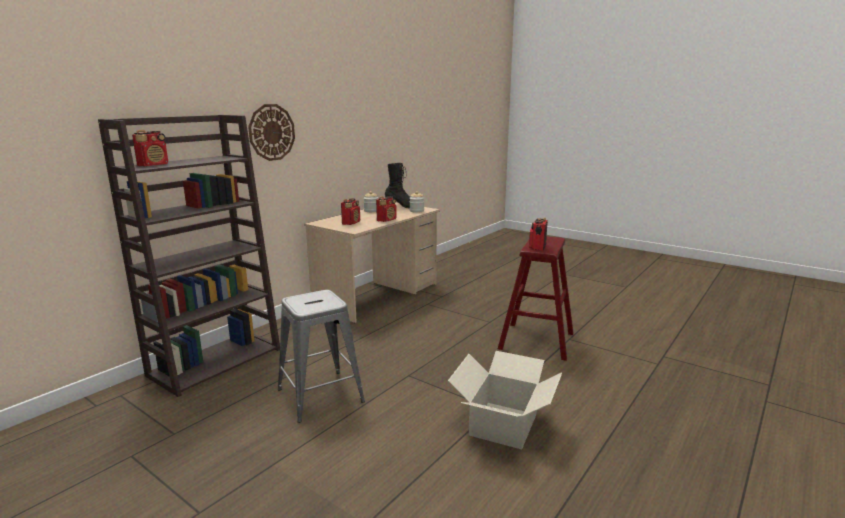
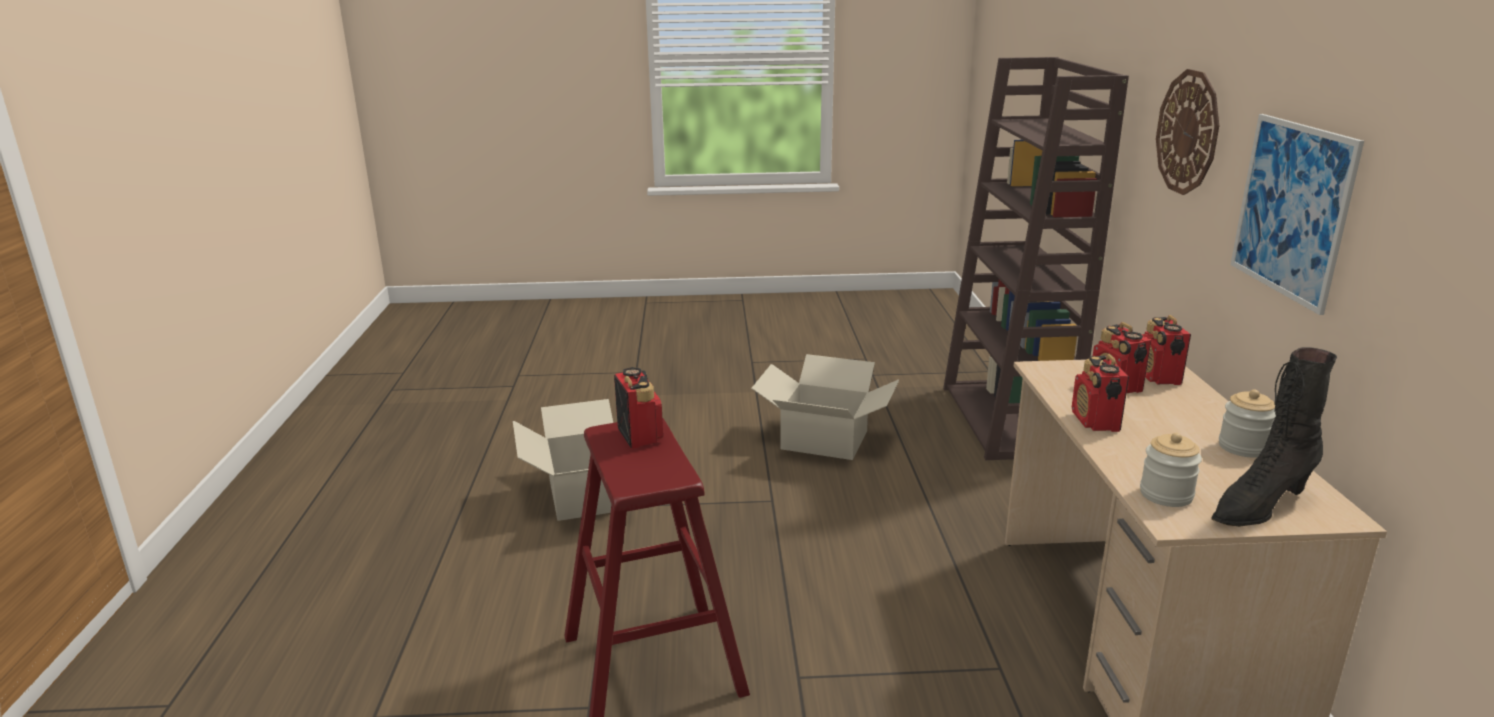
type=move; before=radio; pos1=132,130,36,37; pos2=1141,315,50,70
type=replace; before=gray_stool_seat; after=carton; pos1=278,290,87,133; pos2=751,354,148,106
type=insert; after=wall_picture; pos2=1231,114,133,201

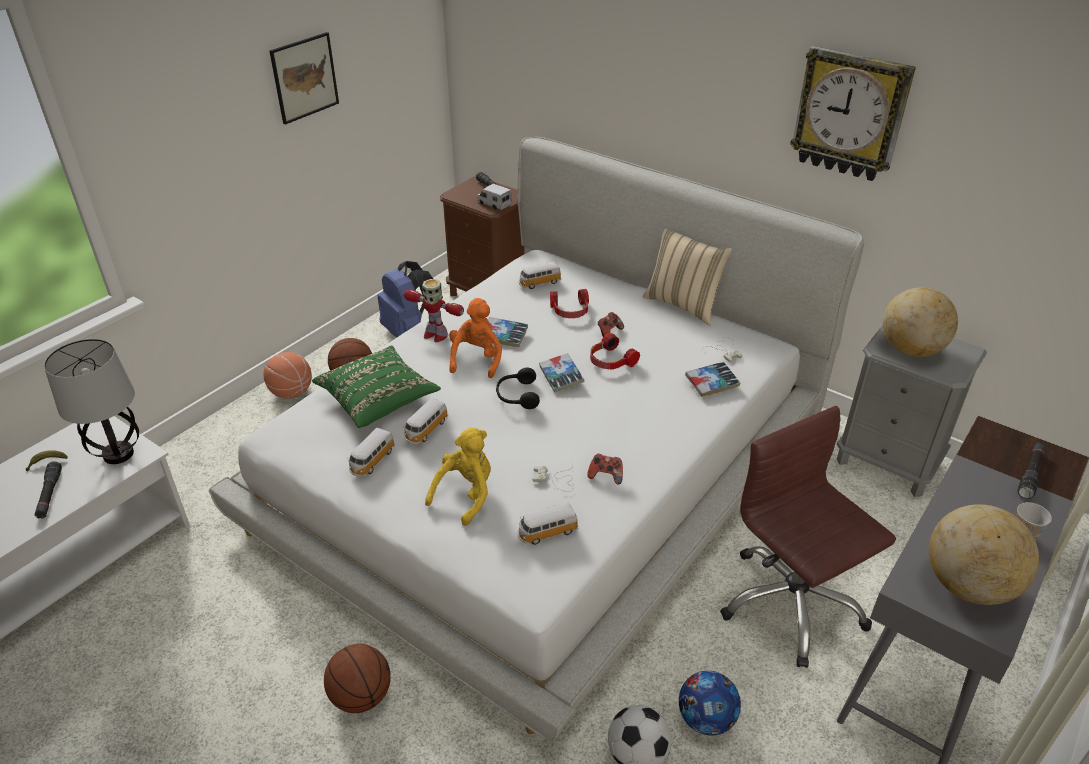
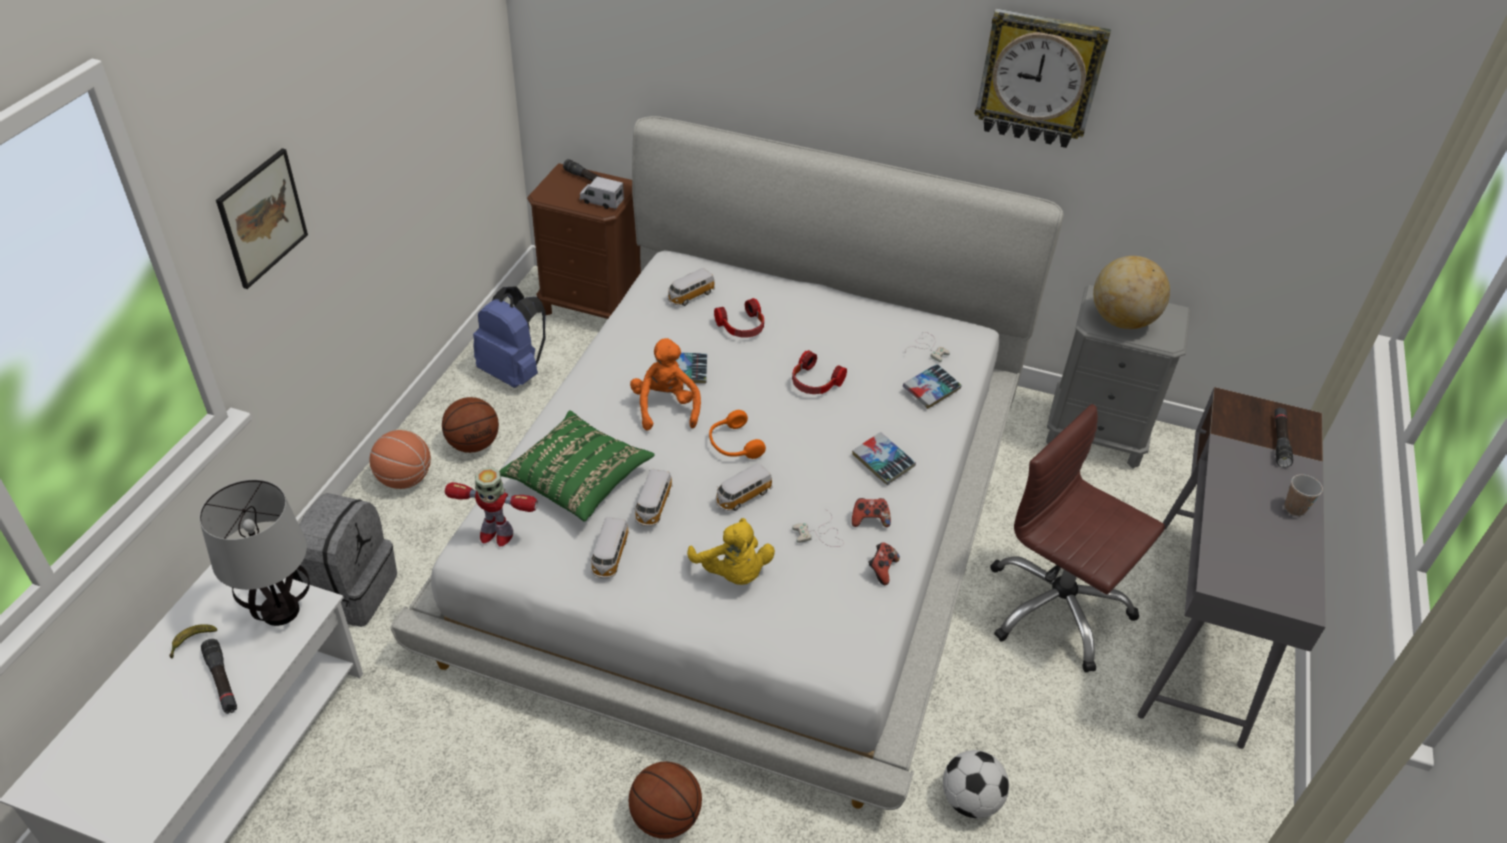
type=move; before=wall_picture; pos1=270,32,69,93; pos2=216,148,92,141
type=move; before=robot_figure; pos1=404,279,60,63; pos2=445,467,93,79
type=rotate; before=yellowish_cuddly_toy; pos1=425,428,66,98; pos2=687,518,88,67; turn=135
type=recolor; before=black_pair_of_headphones; after=orange-coloured_pair_of_headphones; pos1=496,368,44,41; pos2=709,410,57,49
type=move; before=miniature_car; pos1=517,502,61,43; pos2=715,463,57,48
type=move; before=book; pos1=539,353,45,39; pos2=852,432,64,53
type=move; before=joypad; pos1=597,312,27,25; pos2=868,542,32,43
type=delete; before=sand-coloured_cushion; pos1=643,229,89,97
type=delete; before=football_ball; pos1=679,671,62,65
type=delete; before=globe; pos1=929,504,110,101
type=insert; after=gray_backpack; pos2=293,493,104,134

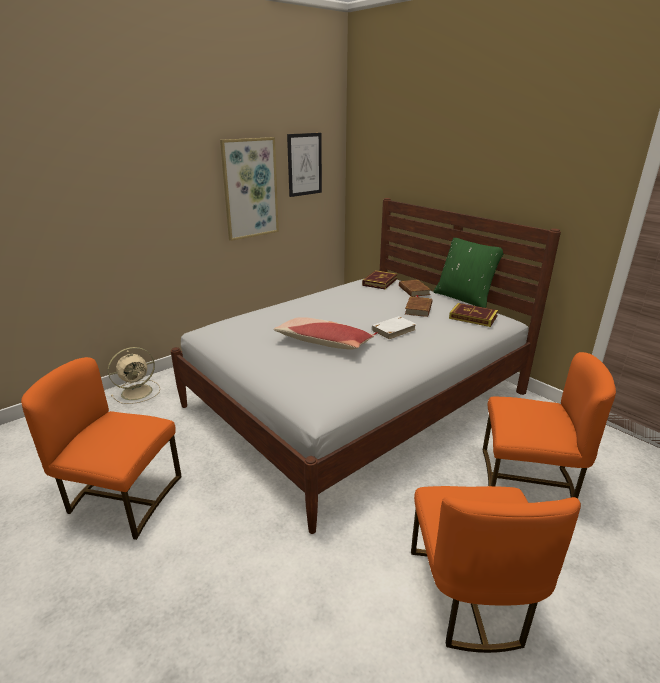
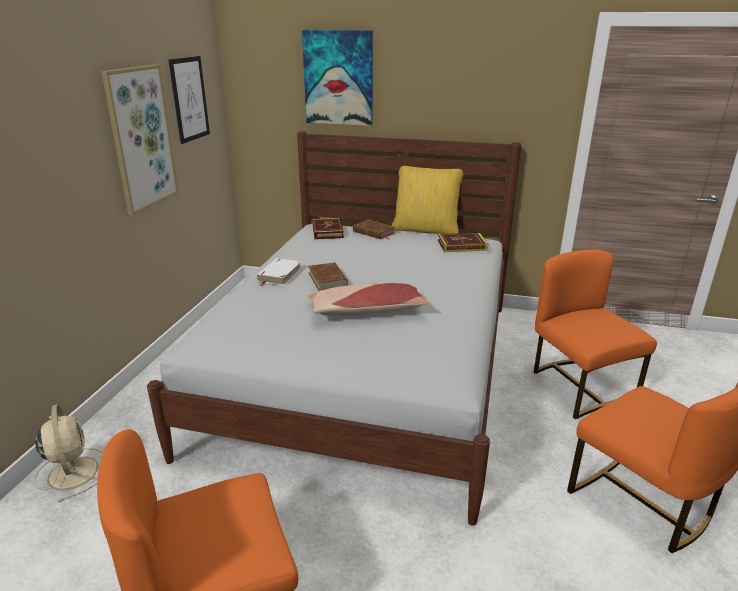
type=rotate; before=sand-coloured_fan; pos1=108,347,52,57; pos2=35,404,68,98; turn=-45
type=move; before=whitish_book; pos1=372,316,44,24; pos2=257,258,45,28
type=move; before=brown_book; pos1=405,296,27,21; pos2=308,262,40,28
type=recolor; before=green-coloured_cushion; after=yellowish_cushion; pos1=433,238,70,70; pos2=392,166,71,68
type=rotate; before=orange-coloured_upright_chair; pos1=483,352,133,147; pos2=534,250,123,169; turn=-90
type=insert; after=wall_picture; pos2=302,30,71,96

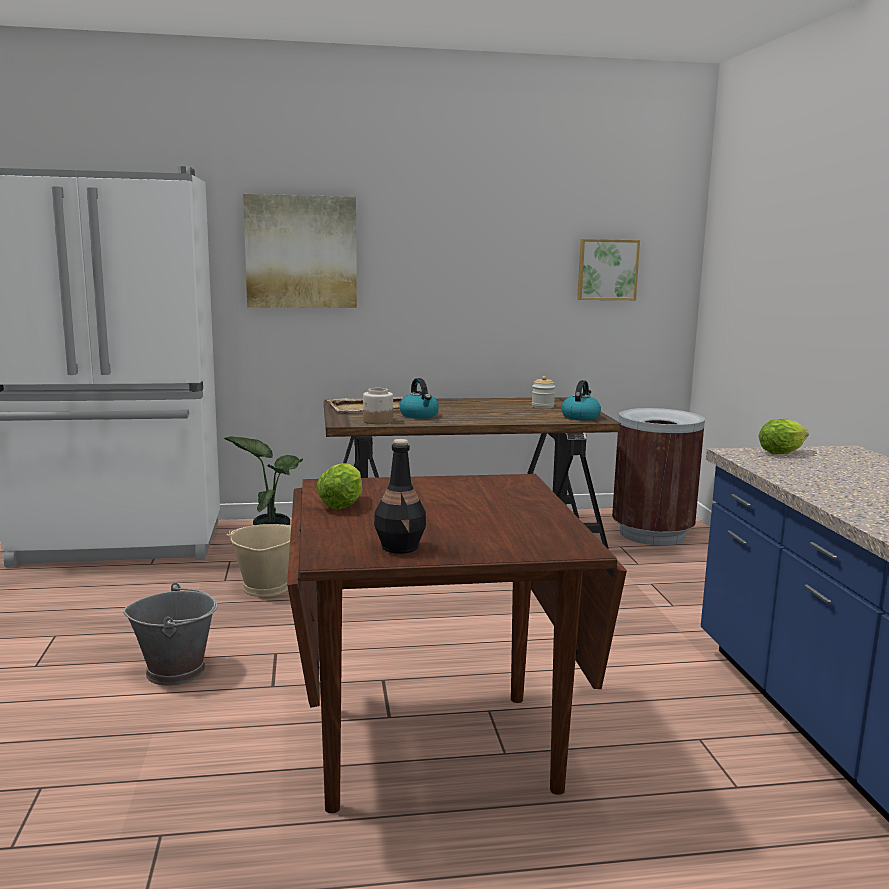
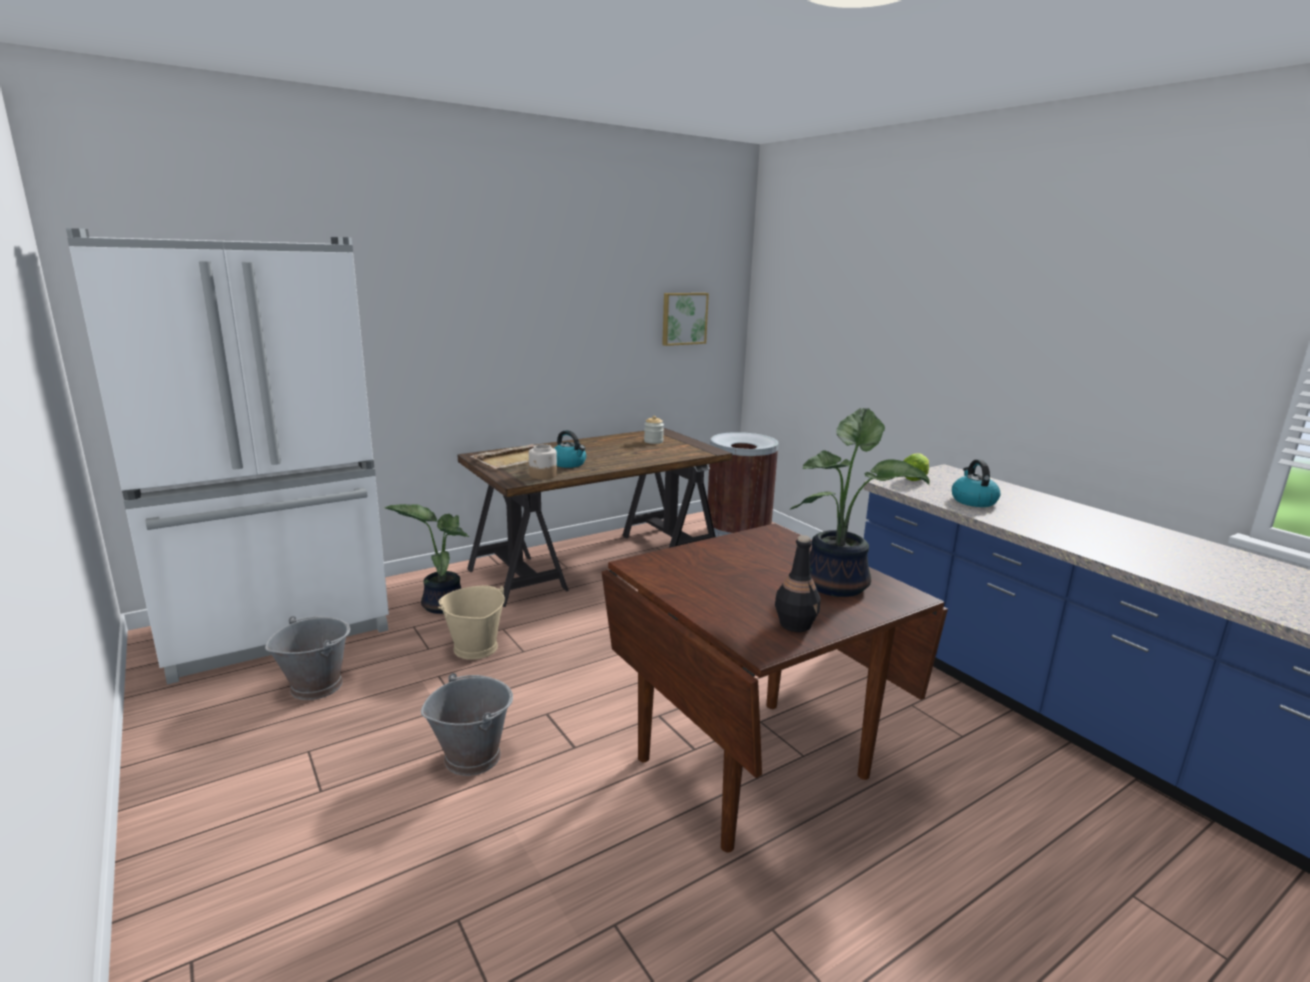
type=delete; before=wall_picture; pos1=243,194,114,114
type=delete; before=lettuce; pos1=316,463,46,46
type=move; before=tea_kettle; pos1=561,380,40,41; pos2=952,459,49,48
type=insert; after=gray_pail; pos2=265,616,85,84
type=insert; after=potted_plant; pos2=790,408,140,189

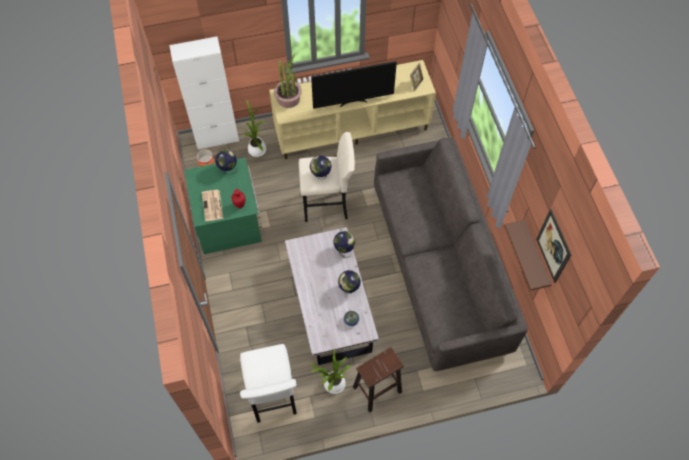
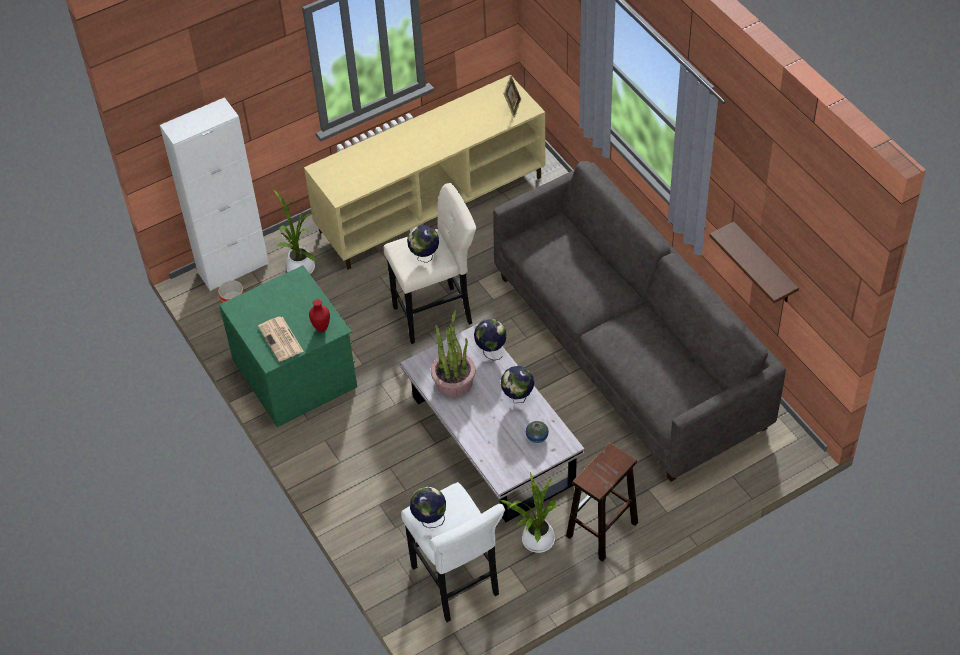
type=move; before=globe; pos1=215,150,22,25; pos2=410,486,36,42
type=move; before=potted_plant; pos1=274,54,28,54; pos2=431,310,45,87
type=delete; before=TV_set; pos1=311,61,86,48
type=delete; before=wall_picture; pos1=536,209,35,74

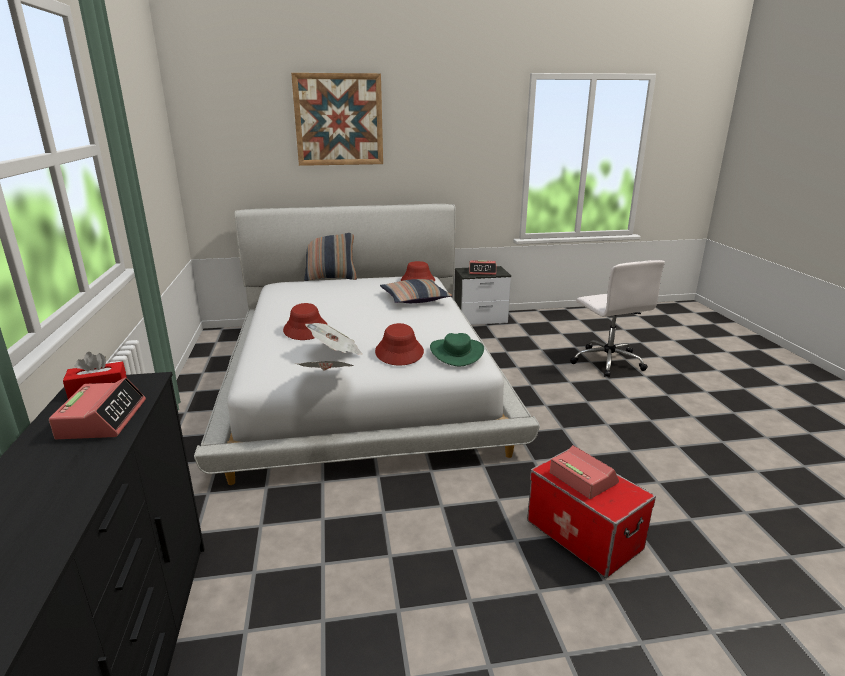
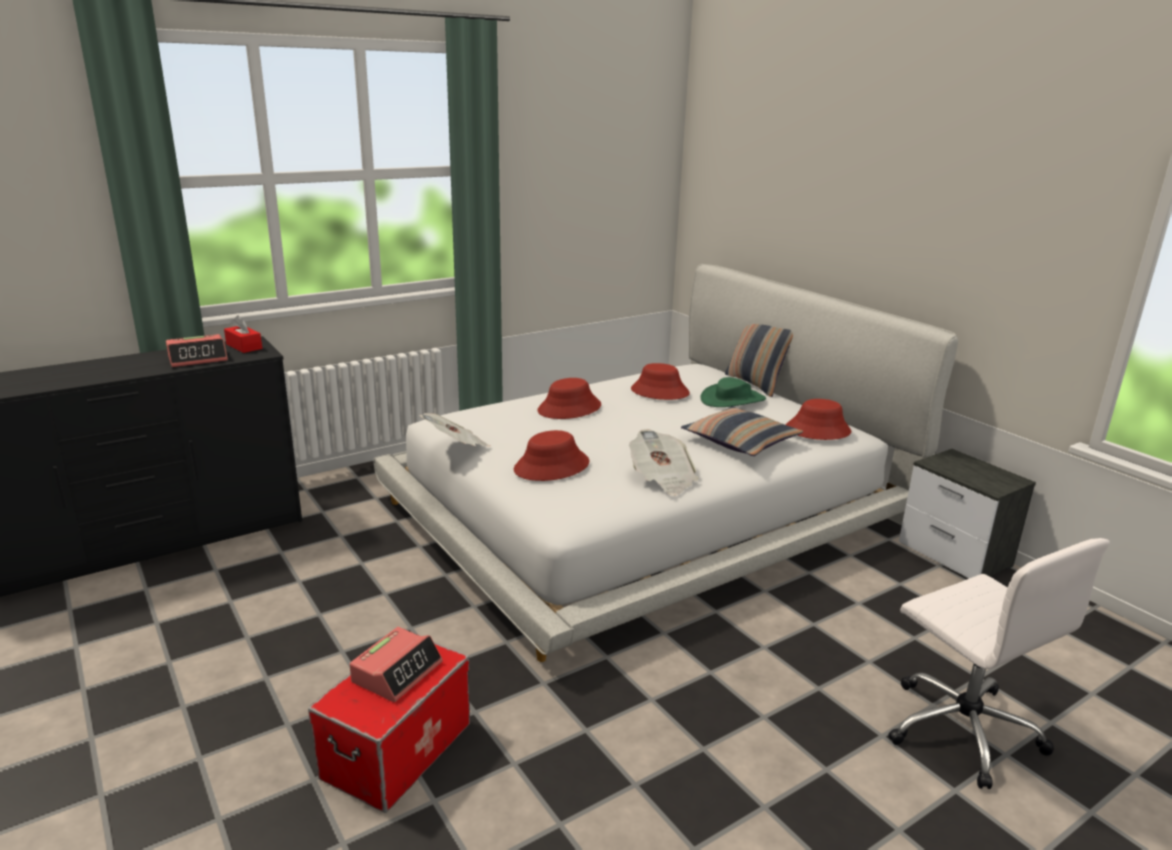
type=delete; before=wall_picture; pos1=291,73,92,93
type=move; before=daily_paper; pos1=305,323,57,32; pos2=629,429,70,67
type=move; before=green-coloured_wearable_hat; pos1=430,333,54,33; pos2=700,377,66,30
type=delete; before=table_clock; pos1=469,260,27,15
type=rotate; before=whitish_office_chair; pos1=570,260,95,117; pos2=888,538,222,251; turn=-75
type=insert; after=red-coloured_wearable_hat; pos2=631,363,59,37

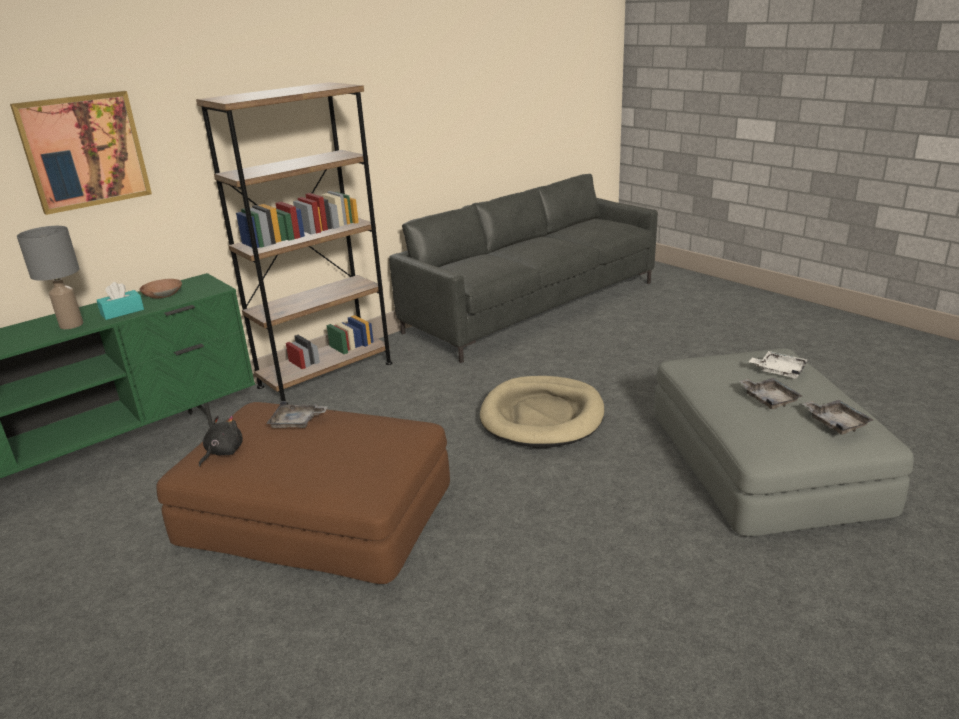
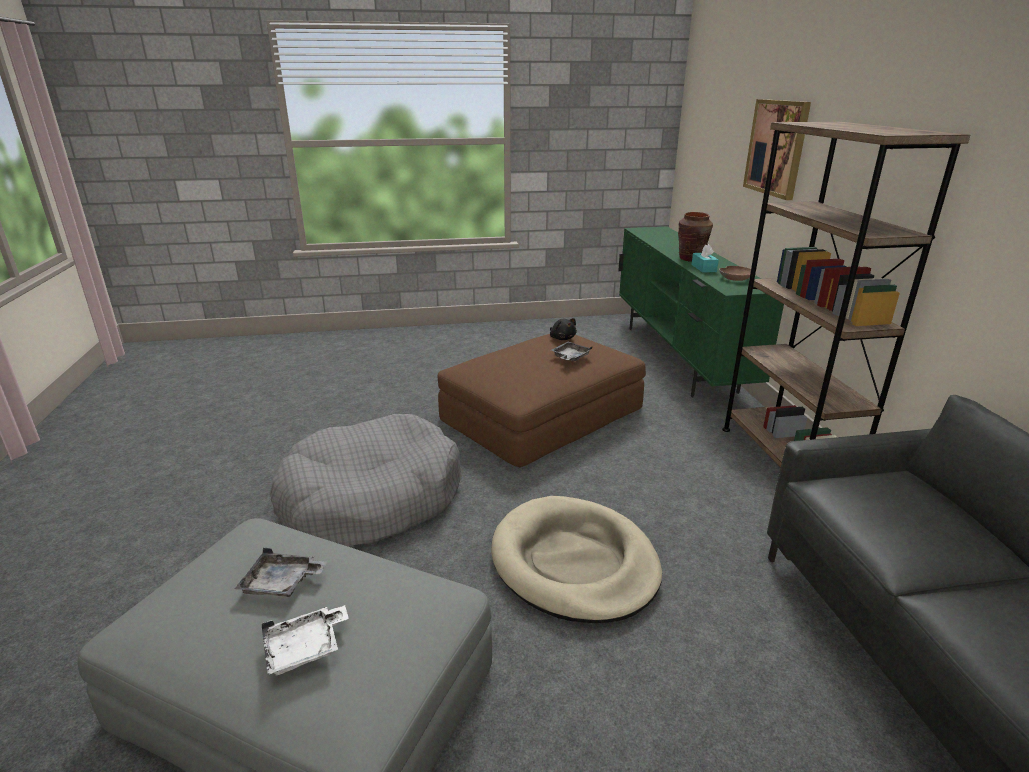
type=replace; before=gray_table_lamp; after=brown_decorative_vase; pos1=17,226,66,103; pos2=678,212,35,50
type=delete; before=gray_tray; pos1=802,400,71,35
type=insert; after=gray_dog_bed; pos2=270,414,192,132

